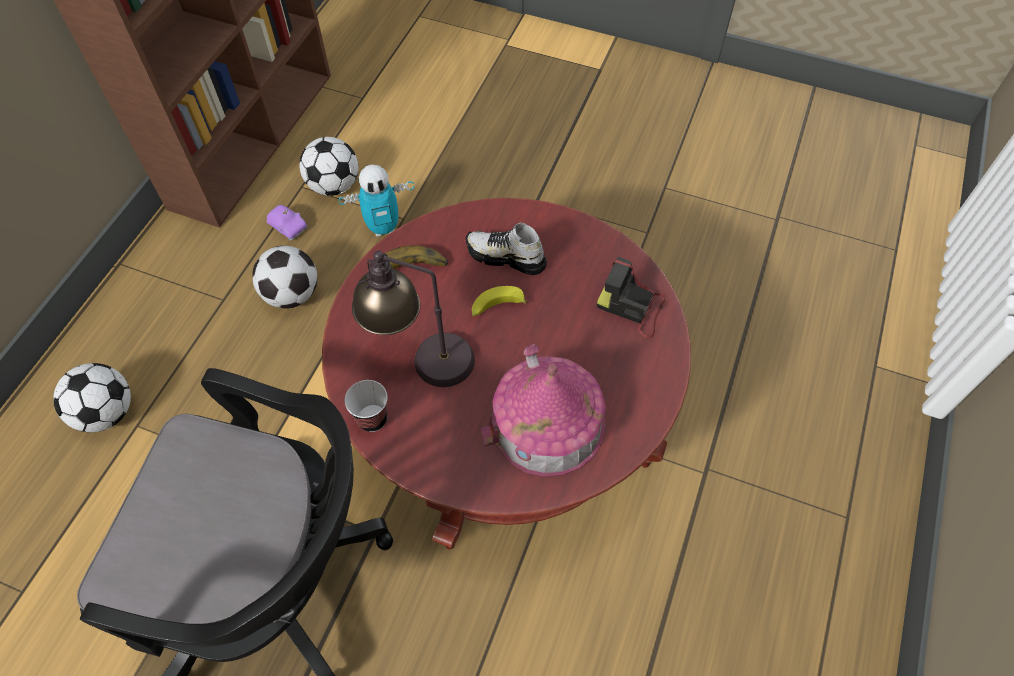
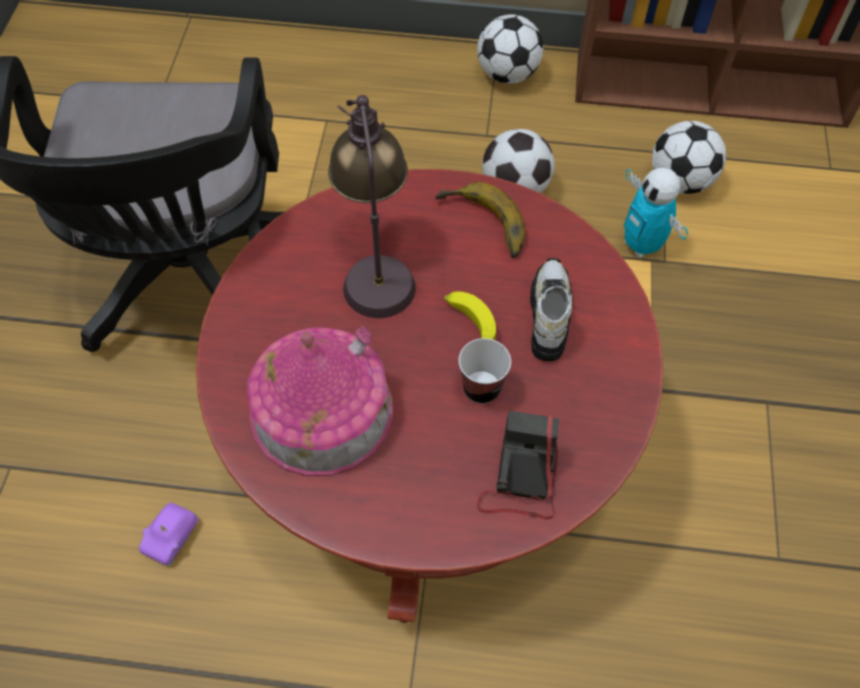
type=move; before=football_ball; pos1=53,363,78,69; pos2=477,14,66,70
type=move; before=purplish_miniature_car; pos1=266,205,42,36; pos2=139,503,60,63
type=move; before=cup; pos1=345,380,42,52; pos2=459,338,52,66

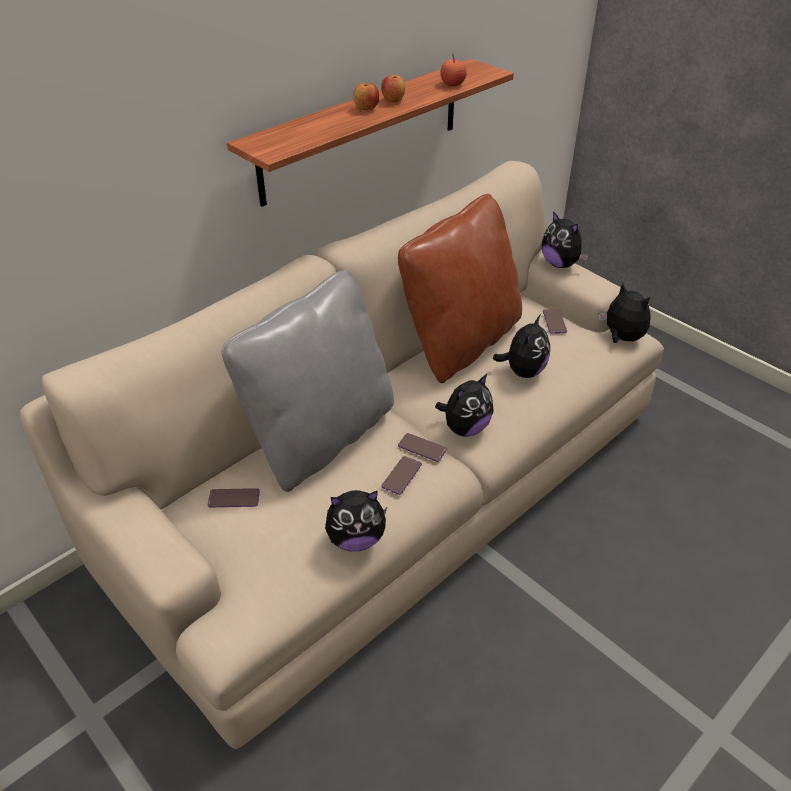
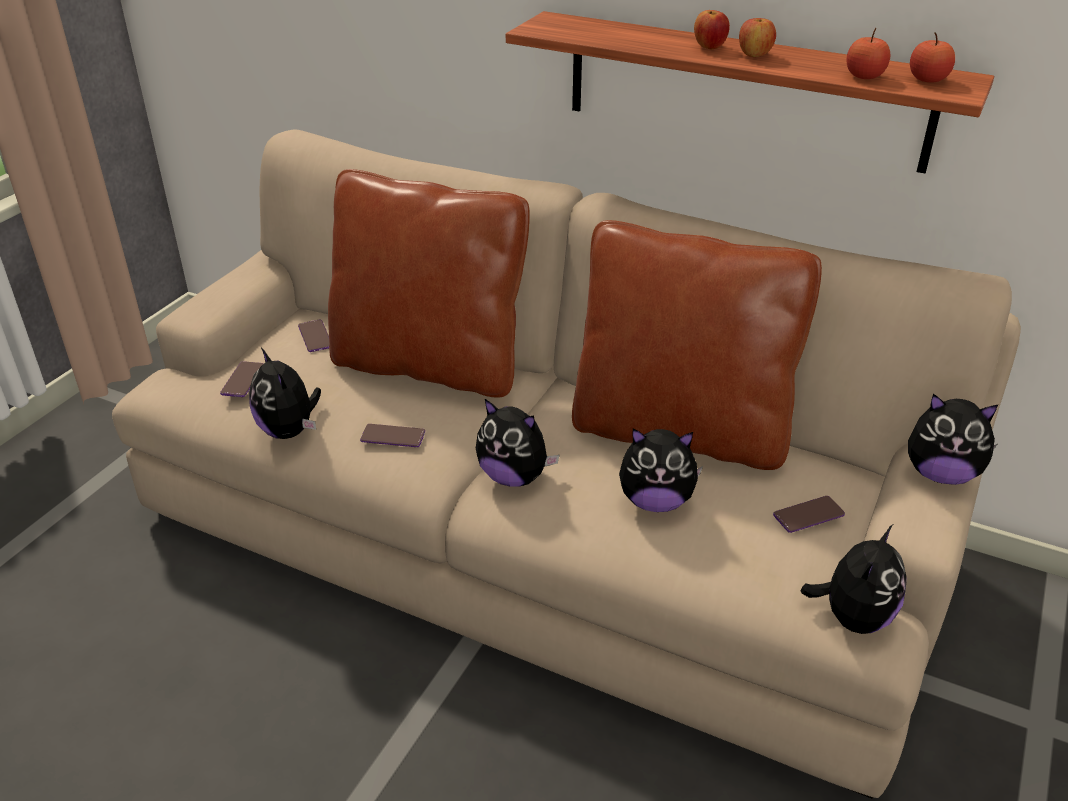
type=recolor; before=gray_cushion; after=brown_cushion; pos1=222,270,172,222; pos2=328,169,202,229
type=move; before=handset; pos1=398,433,49,29; pos2=220,361,44,36
type=rotate; before=cuddly_toy; pos1=542,211,47,57; pos2=908,393,90,92; turn=-105
type=insert; after=whole_apple; pos2=910,32,45,51

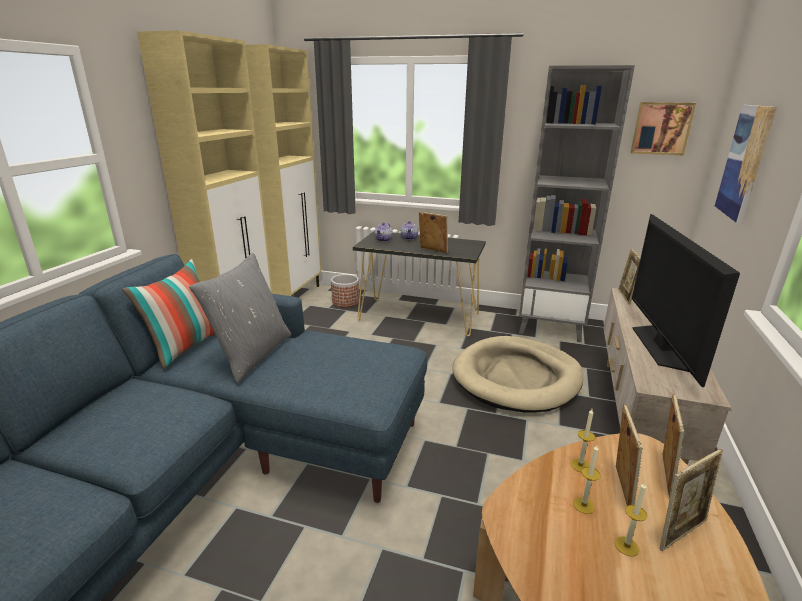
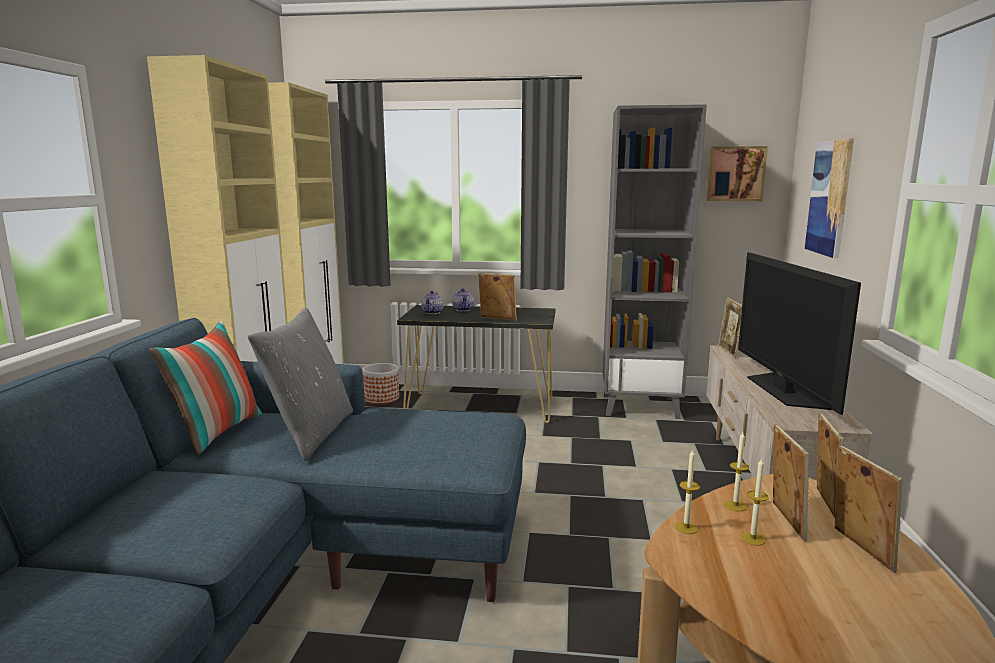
type=delete; before=sand-coloured_dog_bed; pos1=452,336,132,76
type=move; before=wax_candle; pos1=615,483,32,74; pos2=675,449,25,85
type=rotate; before=photo_frame; pos1=660,449,63,102; pos2=835,445,68,128; turn=-60

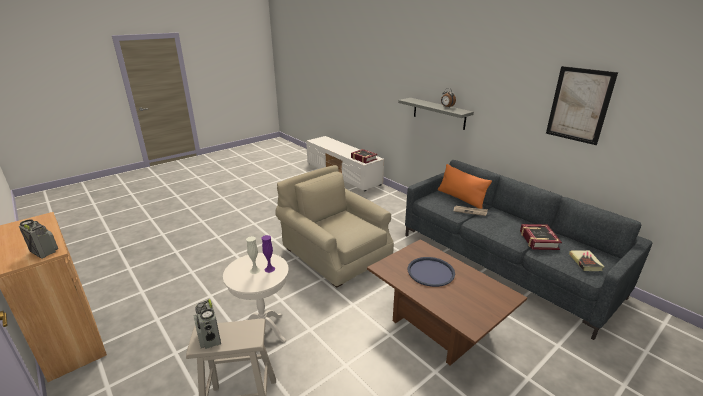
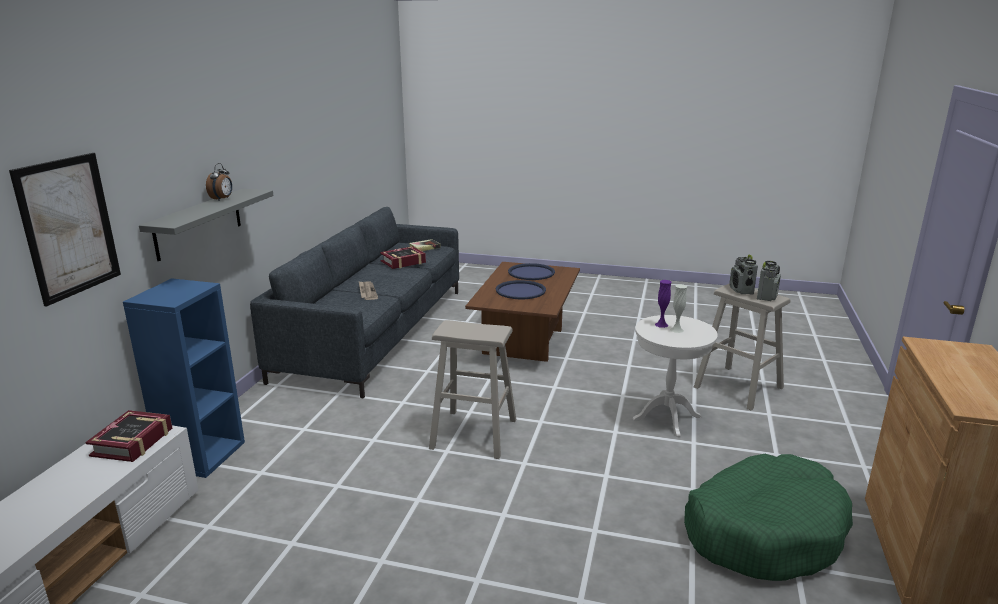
type=move; before=radio; pos1=19,219,39,40; pos2=729,254,29,40
type=replace; before=sand-coloured_easy_chair; after=sand-coloured_stool_seat; pos1=275,165,119,123; pos2=429,320,87,139
type=delete; before=orange-coloured_cushion; pos1=438,164,54,45
type=move; before=wall_picture; pos1=546,66,72,79; pos2=9,153,112,154
type=insert; after=blue_shelving_unit; pos2=123,278,122,200
type=insert; after=blue_tray; pos2=508,263,47,17
type=insert; after=green-coloured_dog_bed; pos2=684,454,169,127

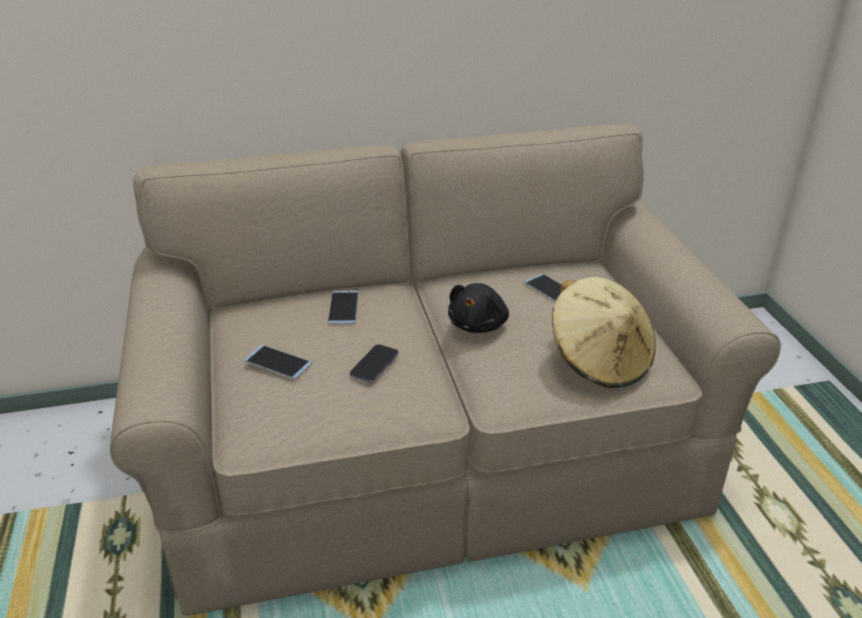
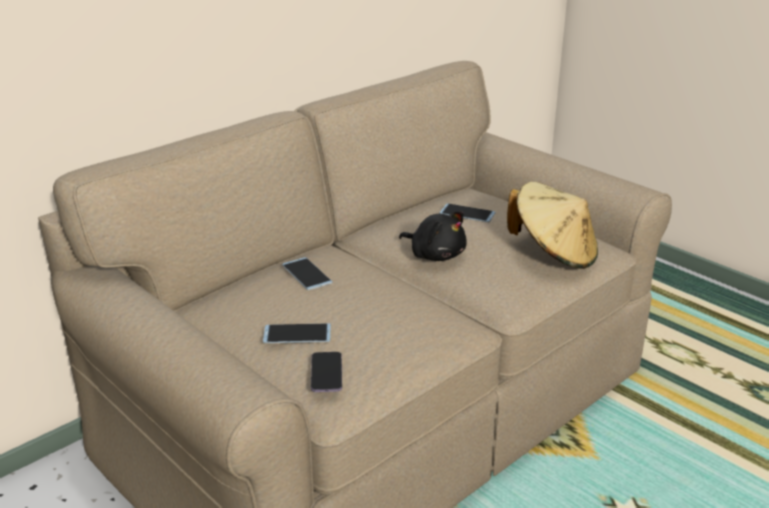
type=move; before=handset; pos1=350,344,48,39; pos2=311,352,31,40
type=rotate; before=black_cuddly_toy; pos1=448,283,61,50; pos2=399,211,68,50; turn=-45

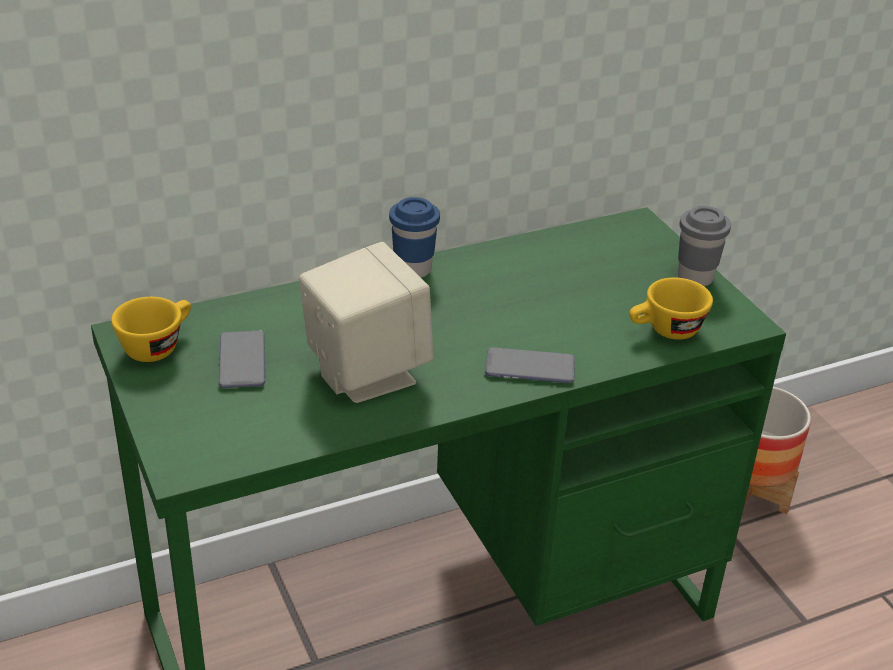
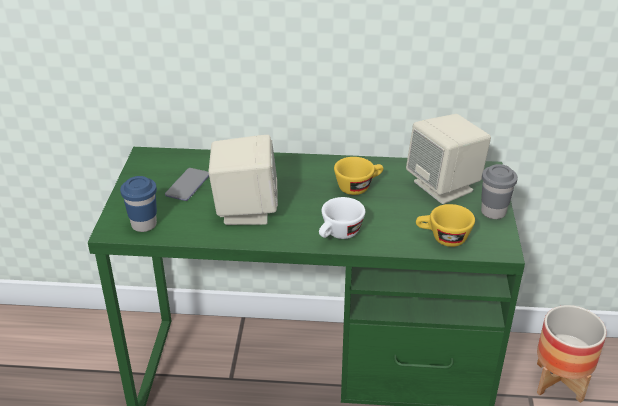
type=move; before=yellowish_cup; pos1=111,297,80,65; pos2=334,157,49,38
type=move; before=blue_cup; pos1=389,197,51,81; pos2=120,176,37,56
type=replace; before=handset; after=whitish_cup; pos1=485,347,90,36; pos2=319,197,46,42
type=insert; after=sand-coloured_audio_speaker; pos2=406,114,85,90

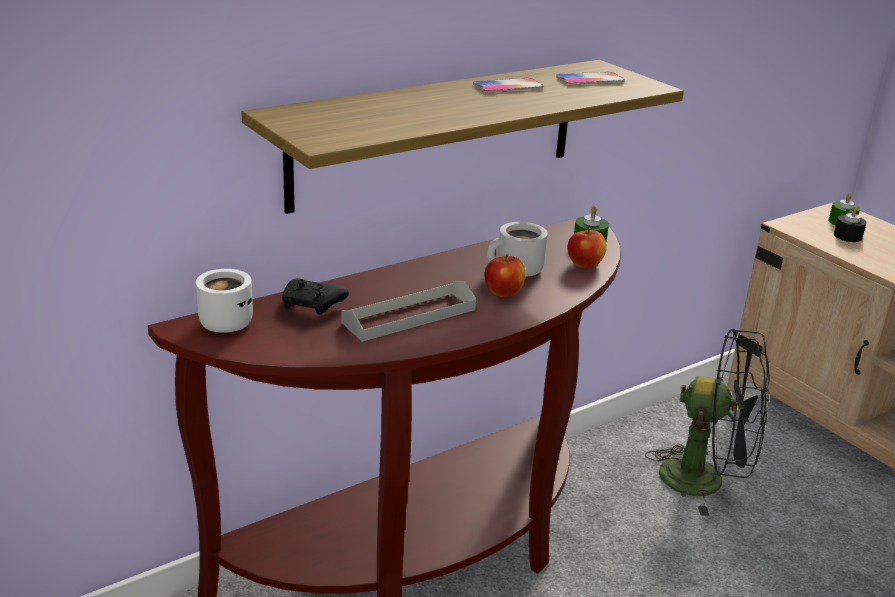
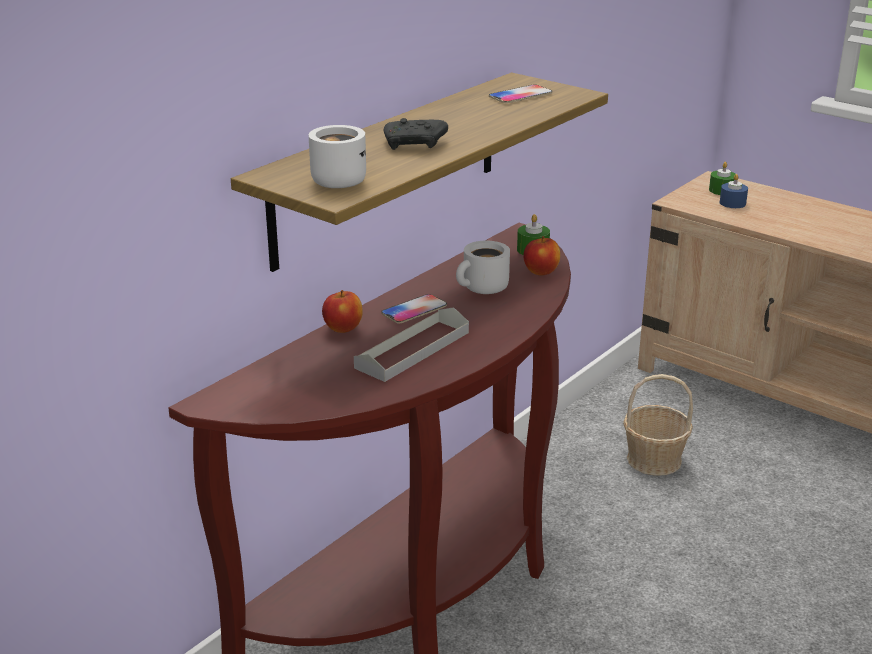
type=move; before=whitish_coffee_mug; pos1=196,269,57,64; pos2=309,125,57,63
type=move; before=black_joypad; pos1=282,278,67,37; pos2=384,118,64,32
type=move; before=handset; pos1=473,78,71,15; pos2=381,294,66,30
type=move; before=whole_apple; pos1=485,254,40,43; pos2=322,290,41,43
type=replace; before=black_fan; after=household_basket; pos1=645,329,125,187; pos2=623,374,70,102
type=recolor; before=black_wax_candle; after=blue_wax_candle; pos1=834,206,33,36; pos2=720,174,28,34

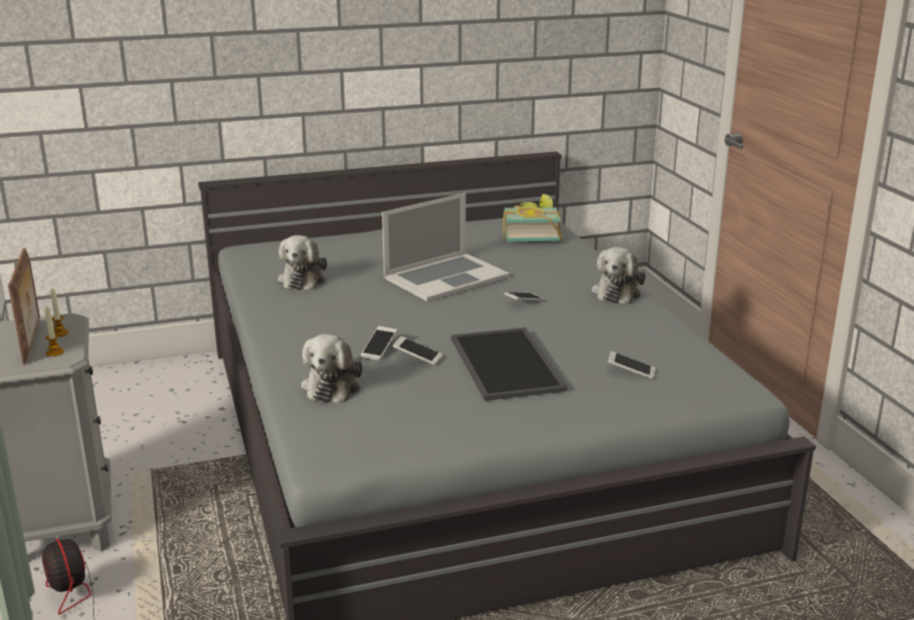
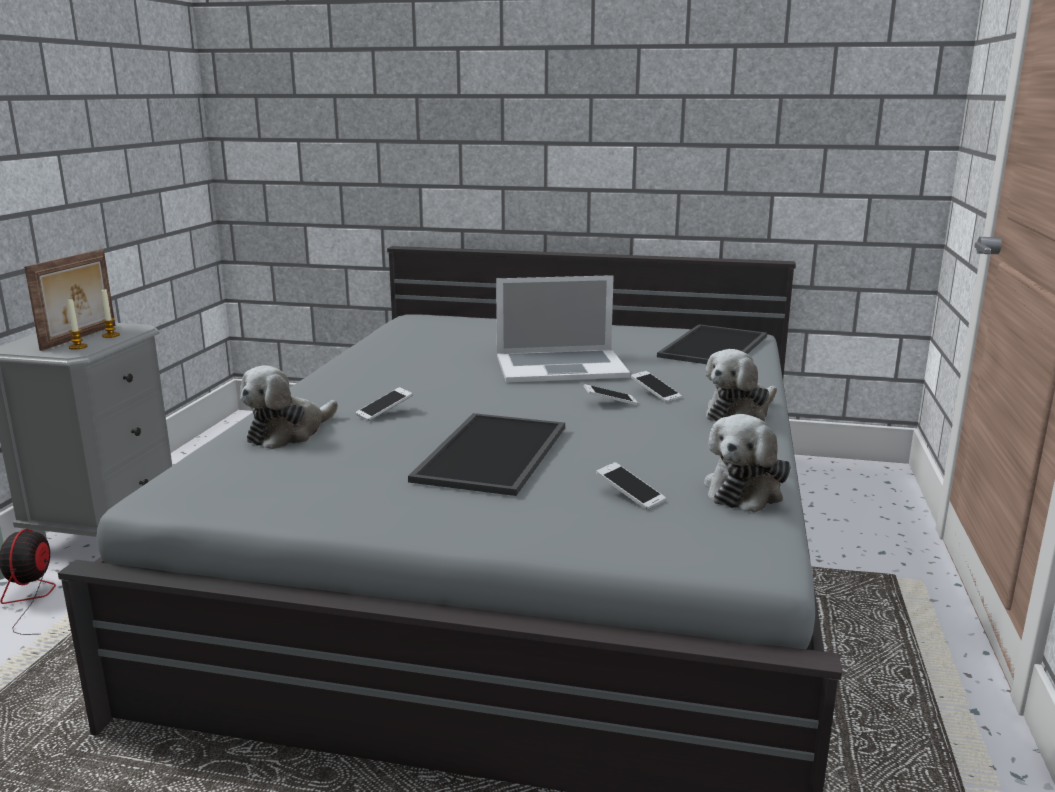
type=move; before=cuddly_toy; pos1=278,235,49,55; pos2=704,414,87,99
type=move; before=handset; pos1=393,336,50,29; pos2=631,371,51,32
type=replace; before=book; after=tray; pos1=503,194,59,47; pos2=657,324,110,40

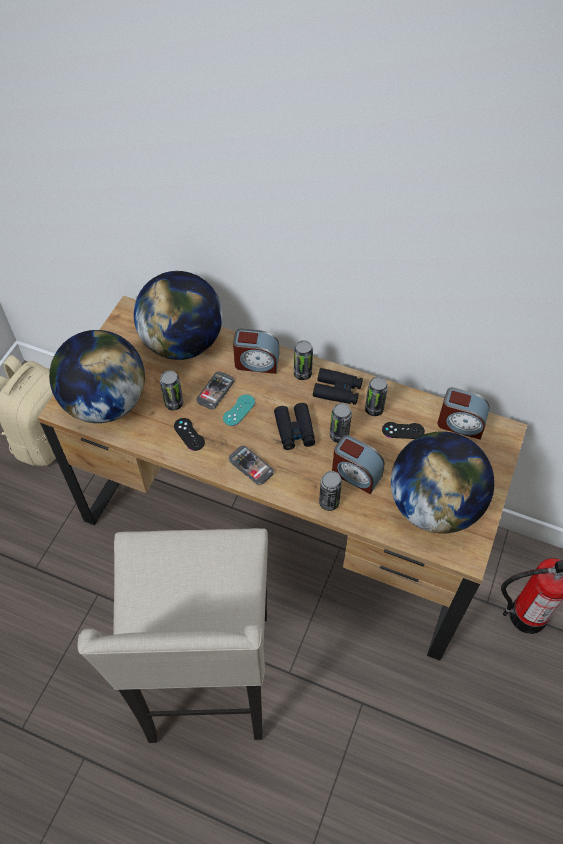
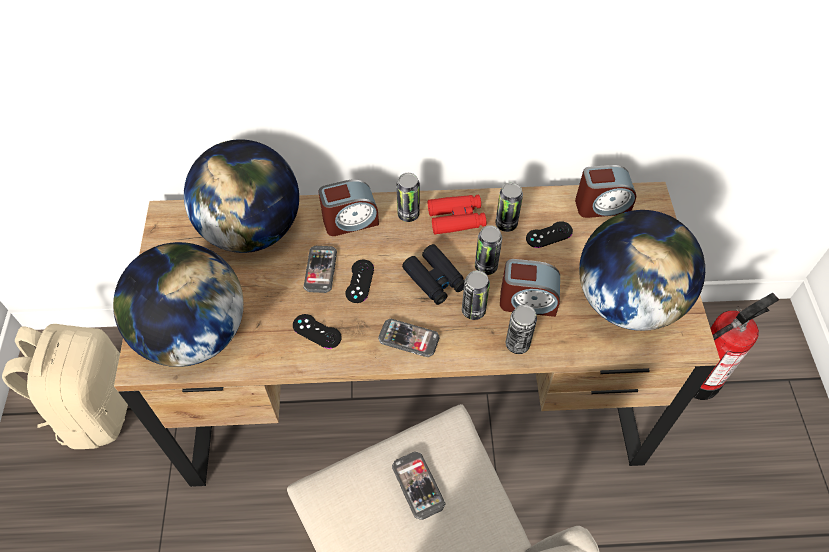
type=move; before=sealed_can; pos1=160,370,23,40; pos2=462,270,28,50
type=recolor; before=turquoise-coloured_joypad; after=black_joypad; pos1=223,394,32,32; pos2=346,260,28,43
type=recolor; before=black_pair_of_binoculars; after=red-coloured_pair_of_binoculars; pos1=313,368,50,37; pos2=428,195,58,40
type=insert; after=handset; pos2=392,452,53,68

